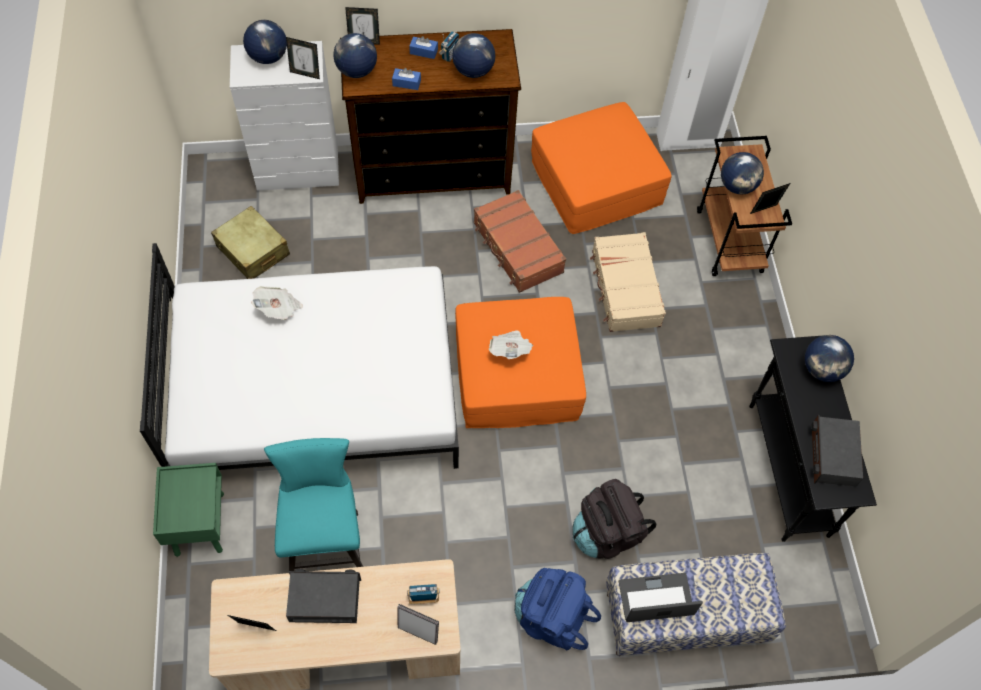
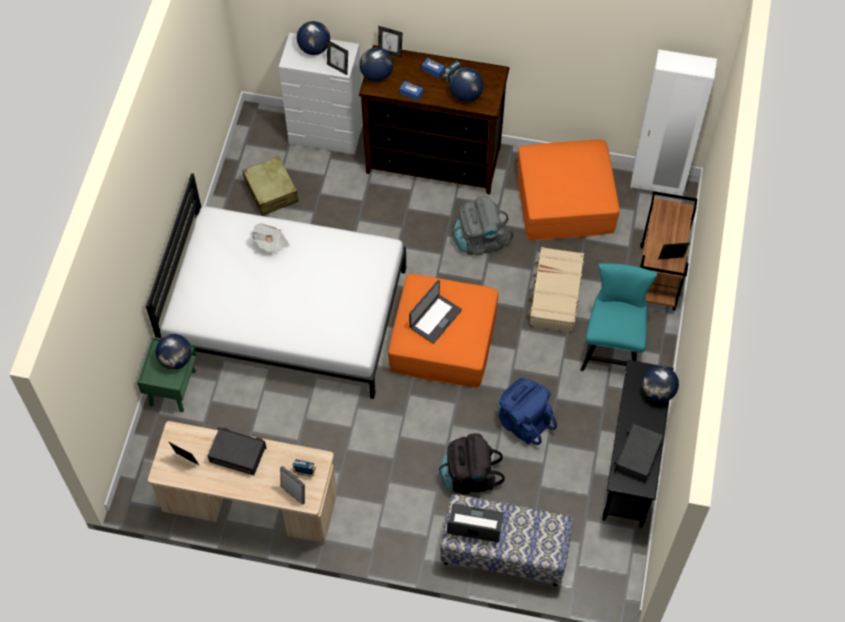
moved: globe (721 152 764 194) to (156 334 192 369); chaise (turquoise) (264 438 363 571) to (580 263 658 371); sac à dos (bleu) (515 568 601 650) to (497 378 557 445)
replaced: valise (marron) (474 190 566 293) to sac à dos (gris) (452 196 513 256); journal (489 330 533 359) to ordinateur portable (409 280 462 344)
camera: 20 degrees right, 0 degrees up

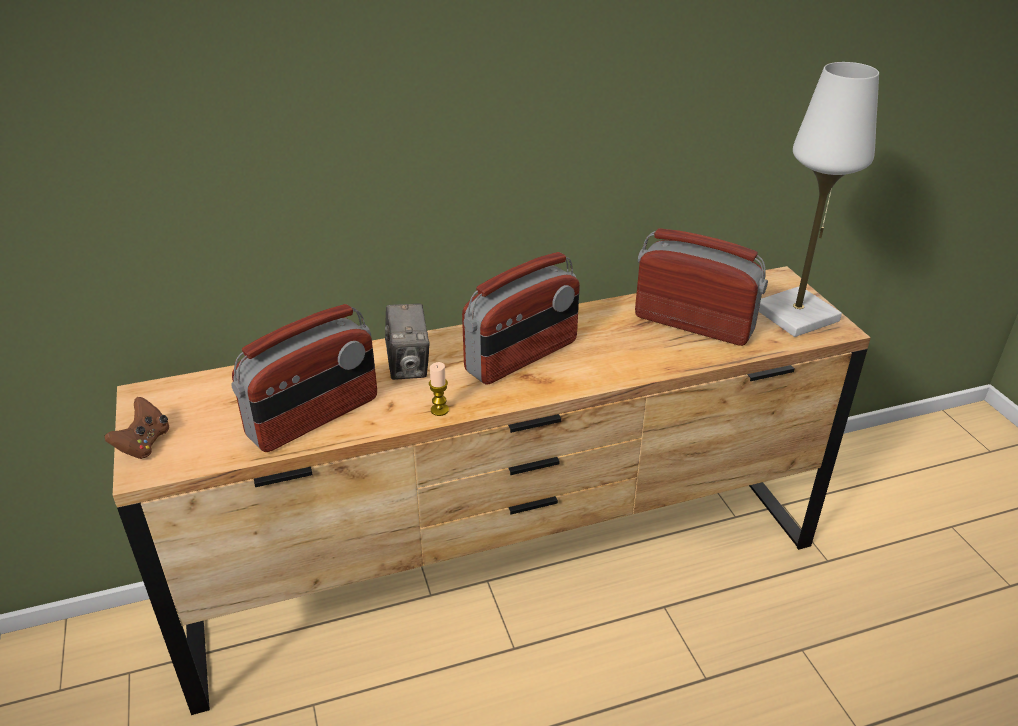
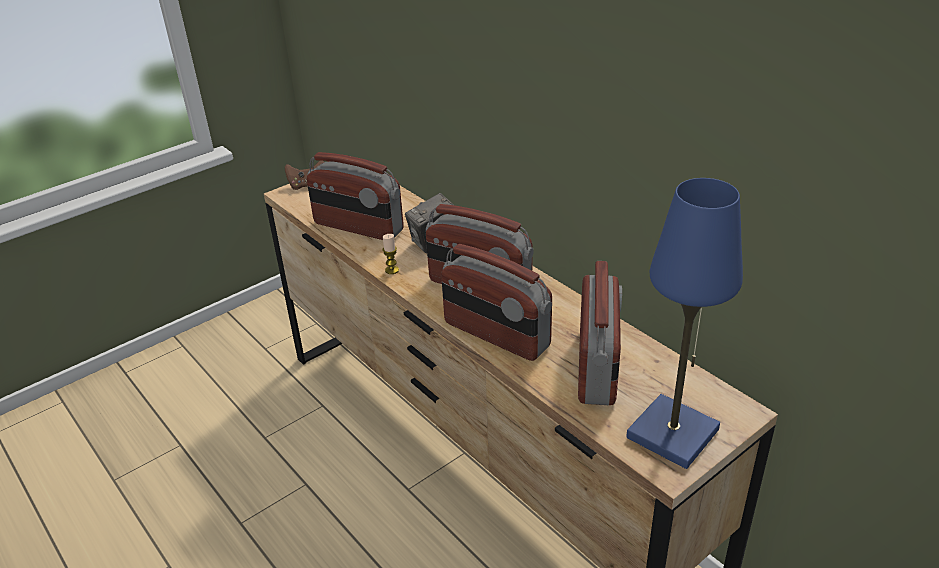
added: radio (441 244 552 361)
recoloured: lampe de table (blanc) (759 62 879 337) to lampe de table (bleu) (626 178 743 469)
camera: 70 degrees right, 0 degrees up

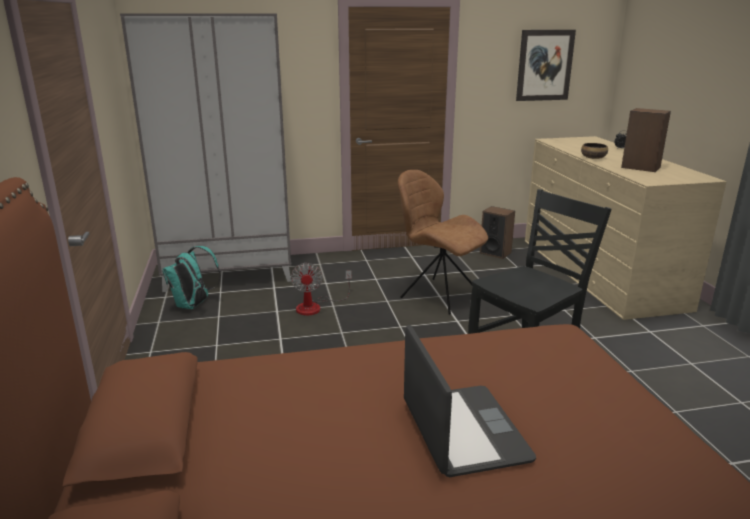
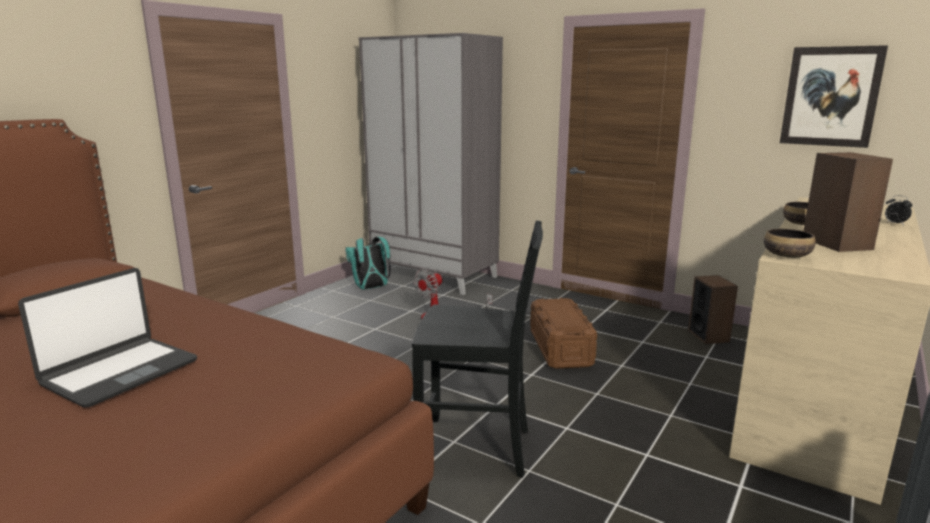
added: bol (764 229 816 258)
replaced: chaise (marron) (398 170 488 315) to boîte de rangement (marron) (530 298 597 369)
camera: 45 degrees right, 5 degrees down

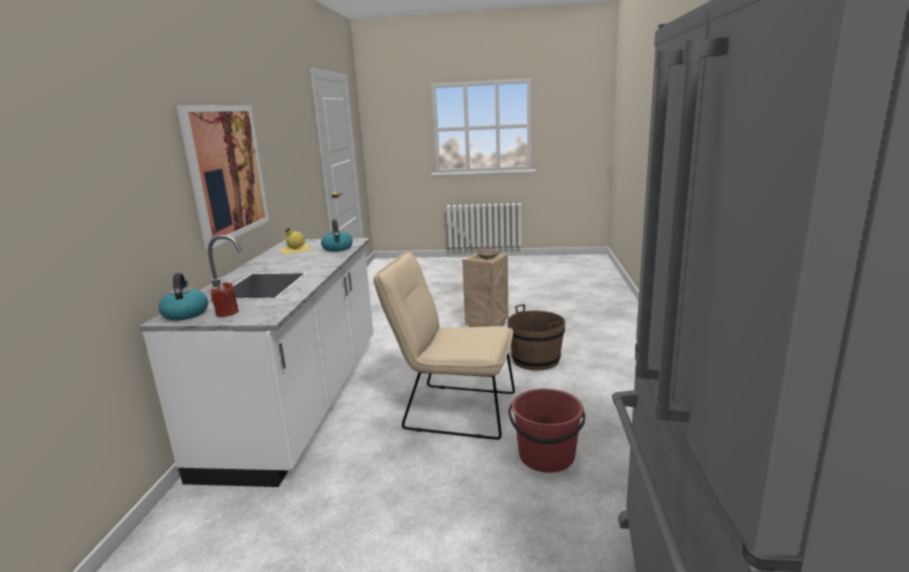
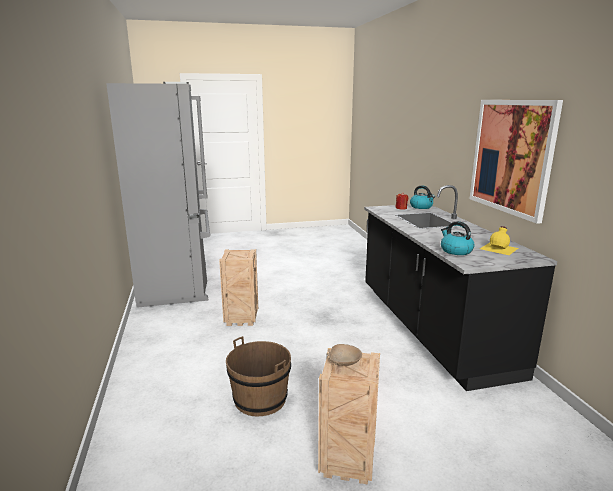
removed: chaise (beige) (373 251 515 440)
replaced: seau (rouge) (509 389 585 473) to caisse (219 249 258 326)
recoloured: comptoir de cuisine (blanc) (139 235 374 487) to comptoir de cuisine (noir) (364 185 557 391)
camera: 160 degrees right, 0 degrees up

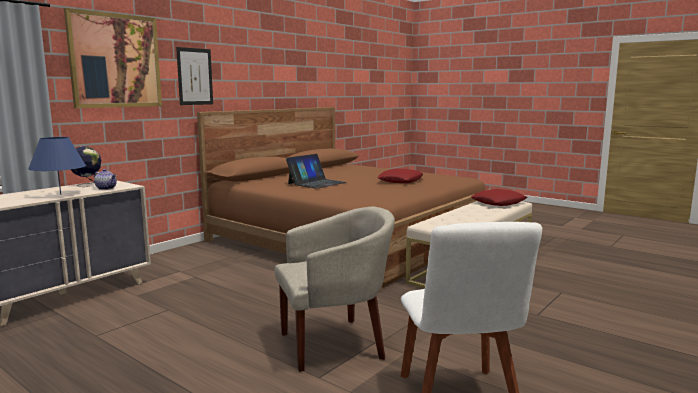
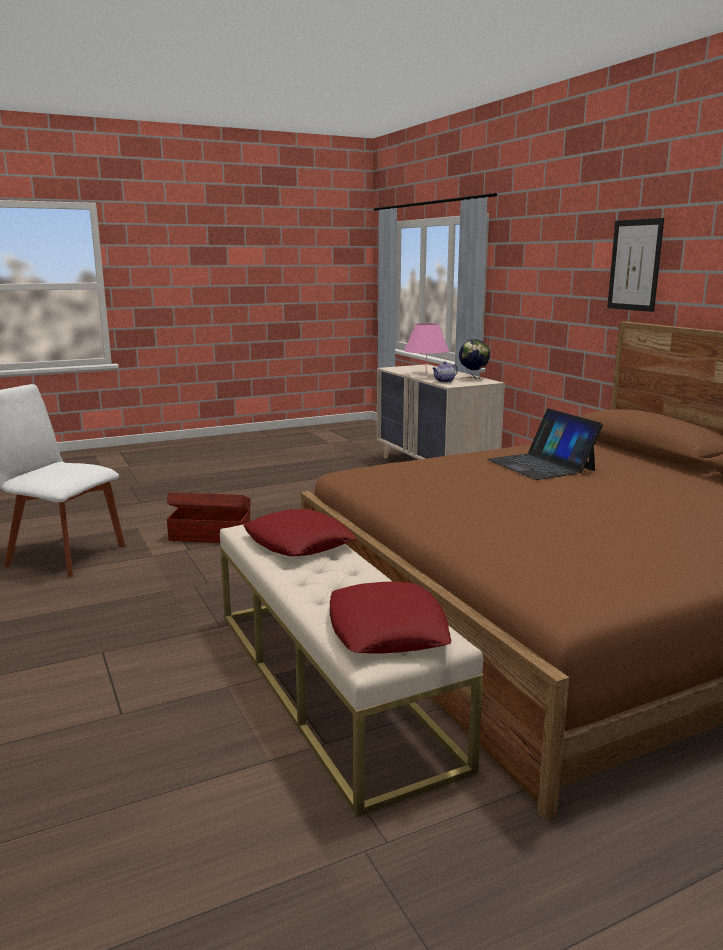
removed: tableau (64 8 162 108)
moved: coussin (rouge) (377 168 423 183) to (244 509 356 556)
replaced: fauteuil (beige) (274 207 395 372) to boîte de rangement (marron) (167 492 251 543)
recoloured: lampe de table (bleu) (28 137 86 195) to lampe de table (rose) (404 323 449 369)
camera: 115 degrees right, 5 degrees up

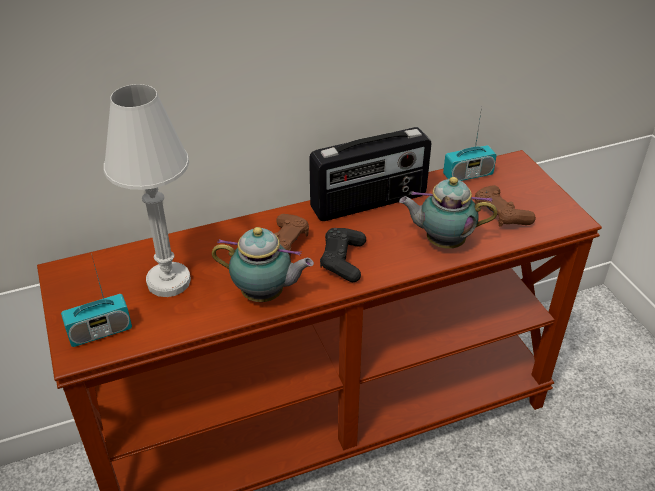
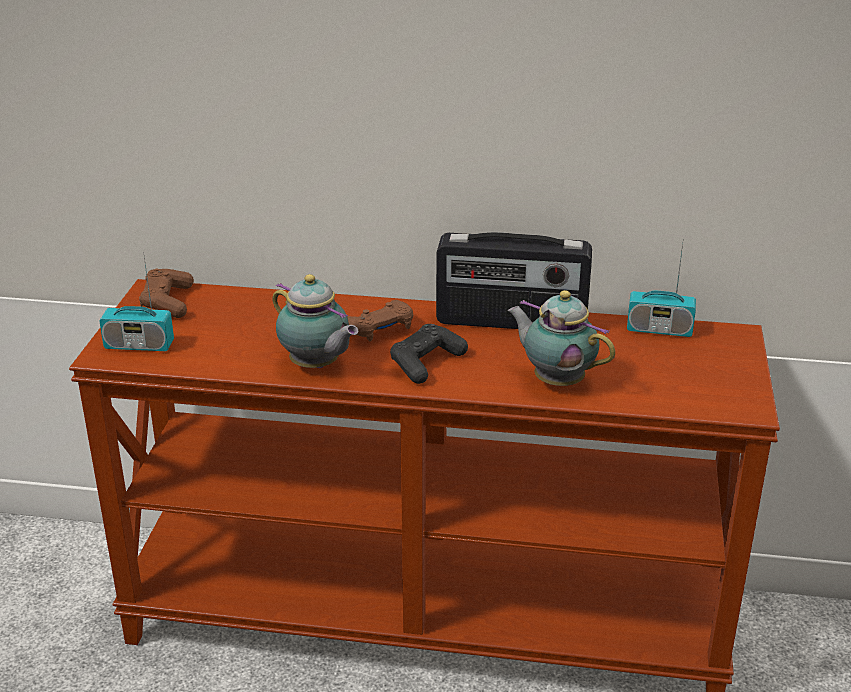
removed: lampe de table (blanc) (104 84 191 297)
moved: manette (marron) (474 185 536 227) to (139 269 194 318)
camera: 30 degrees right, 10 degrees down

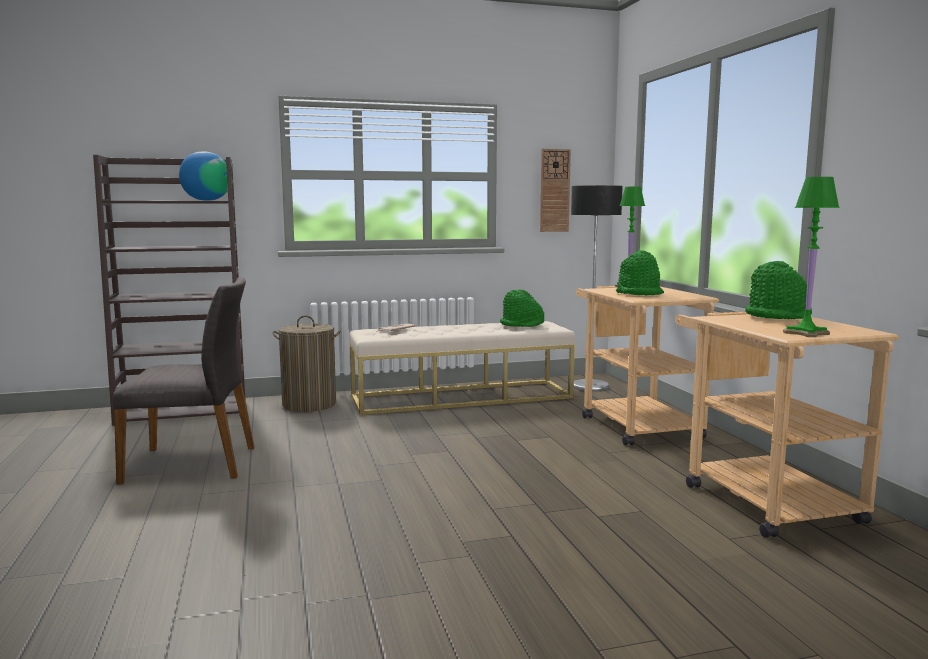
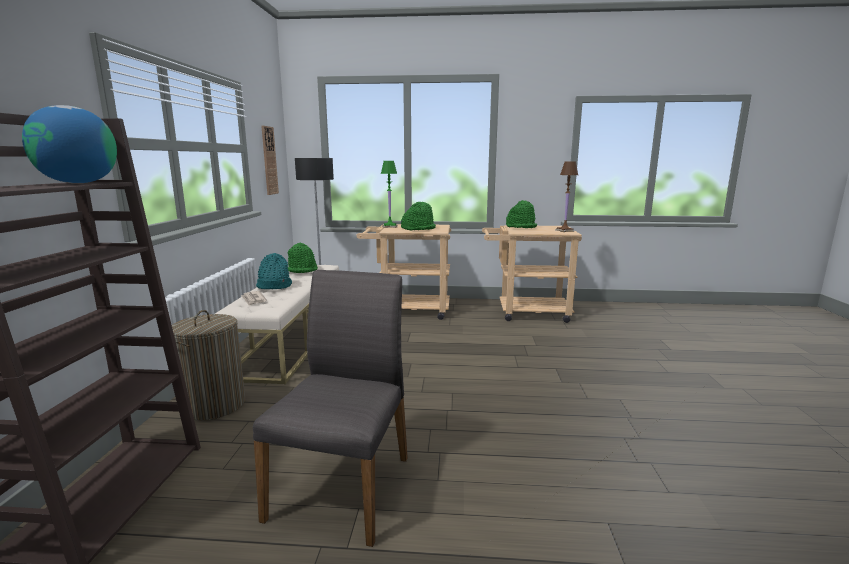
added: chapeau (turquoise) (256 253 292 289)
recoloured: lampe de table (vert) (783 177 839 337) to lampe de table (marron) (555 161 578 232)
camera: 70 degrees left, 5 degrees up

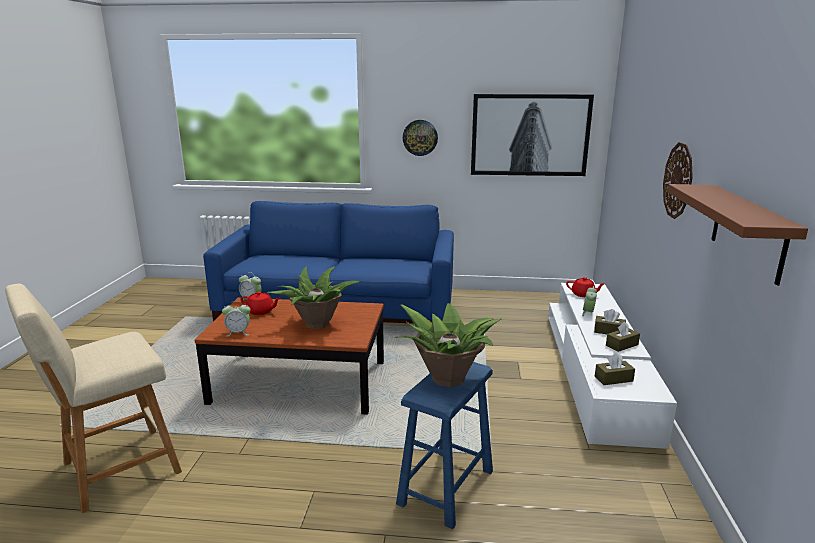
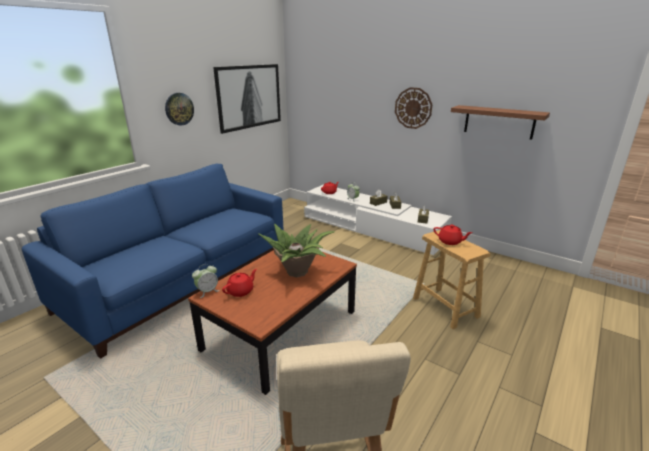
removed: réveil (222 301 250 336)
replaced: plante en pot (394 303 501 387) to théière (rouge) (434 225 472 245)
recoloured: tabouret (bleu) (396 362 493 529) to tabouret (marron) (413 230 490 329)
camera: 60 degrees left, 5 degrees up

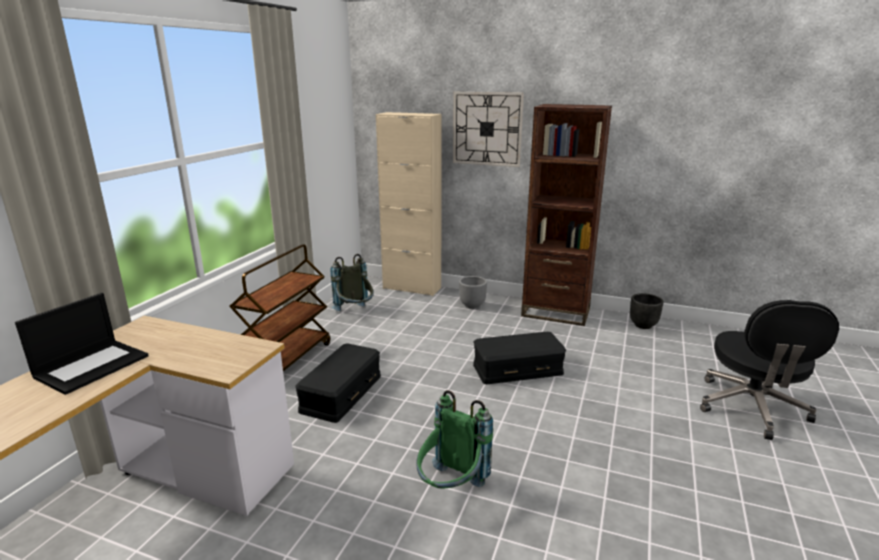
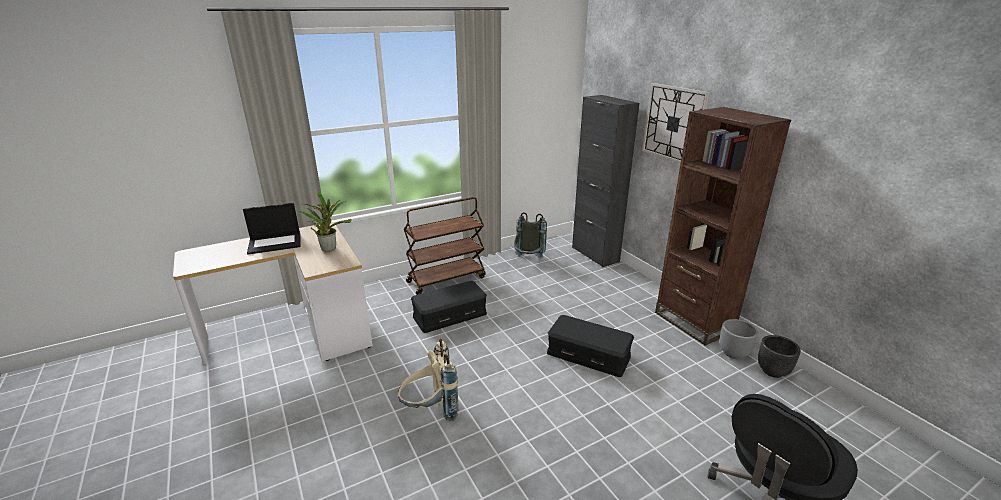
added: plante en pot (298 192 352 252)
moved: cache-pot (gris) (459 276 487 309) to (719 319 758 359)
recoloured: meuble de rangement (beige) (376 112 442 296) to meuble de rangement (noir) (572 95 639 267); sac à dos (vert) (416 390 493 488) to sac à dos (beige) (398 339 459 421)
camera: 40 degrees right, 5 degrees up

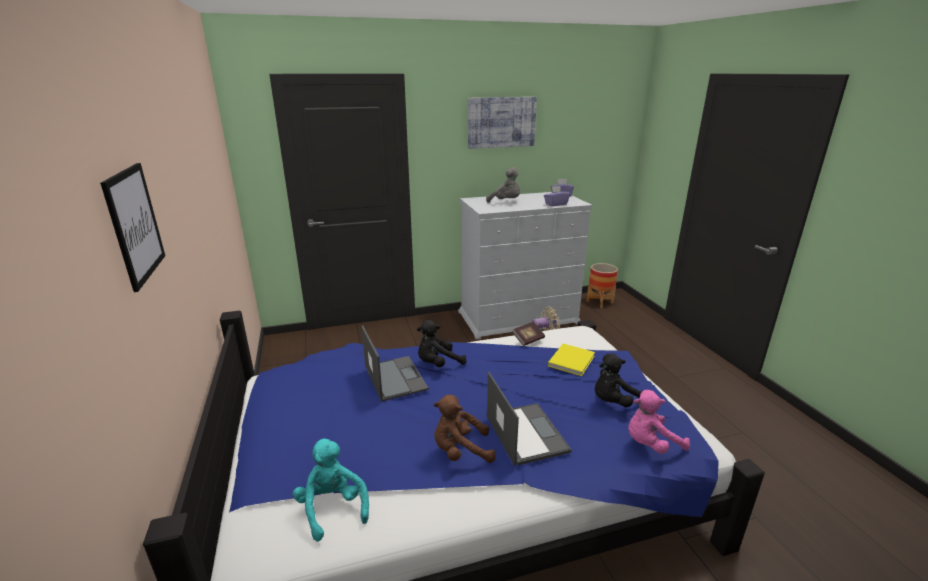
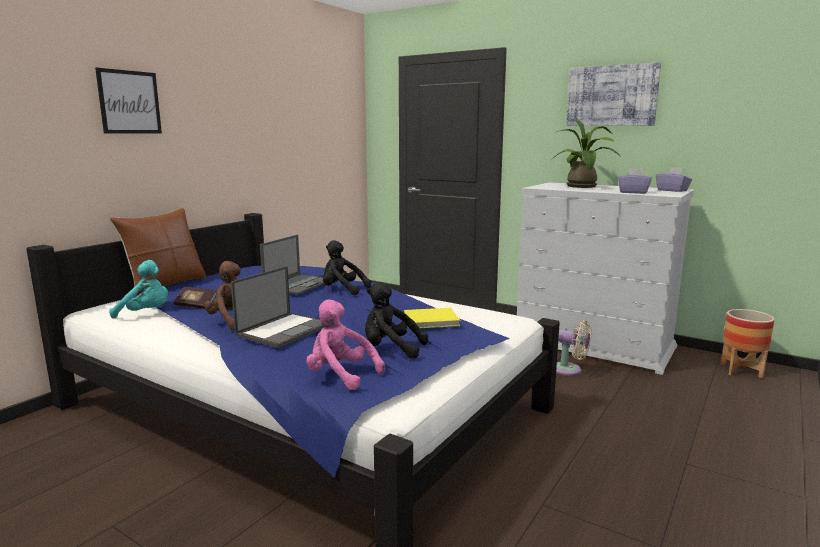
added: coussin (marron) (110 208 206 296)
moved: livre (512 322 545 346) to (174 287 217 309)
replaced: peluche (gris) (486 167 520 203) to plante en pot (551 118 621 188)
turned: peluche (turquoise) (293 438 369 541) = (109 260 168 319) 75 degrees clockwise
camera: 50 degrees right, 10 degrees down

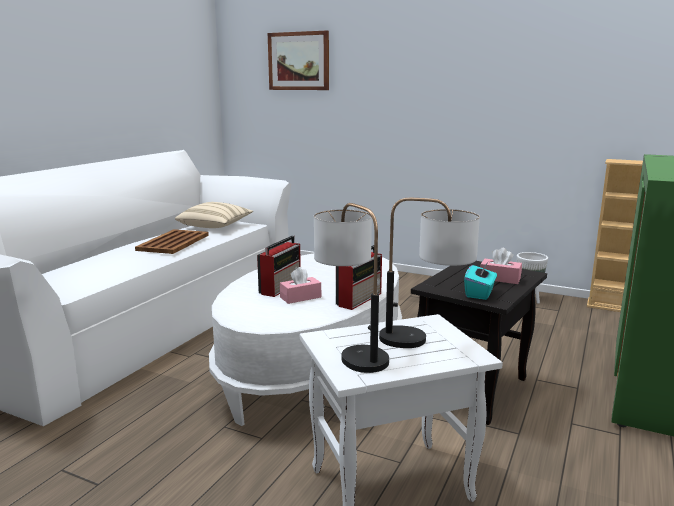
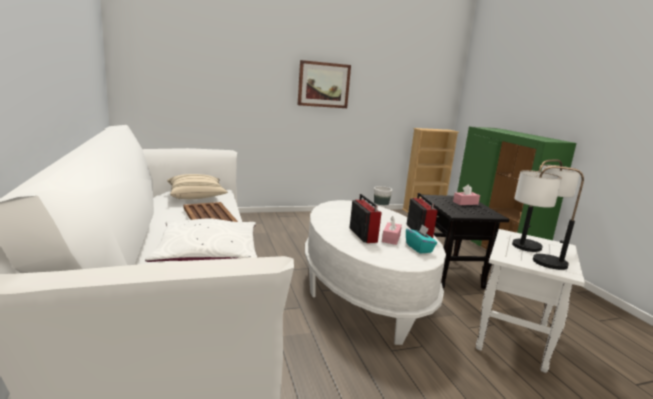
added: coussin (blanc) (145 219 257 262)
moved: tableau (268 31 329 90) to (298 60 351 108); boîte à mouchoirs (turquoise) (464 261 497 300) to (406 224 437 254)
camera: 45 degrees left, 0 degrees up

